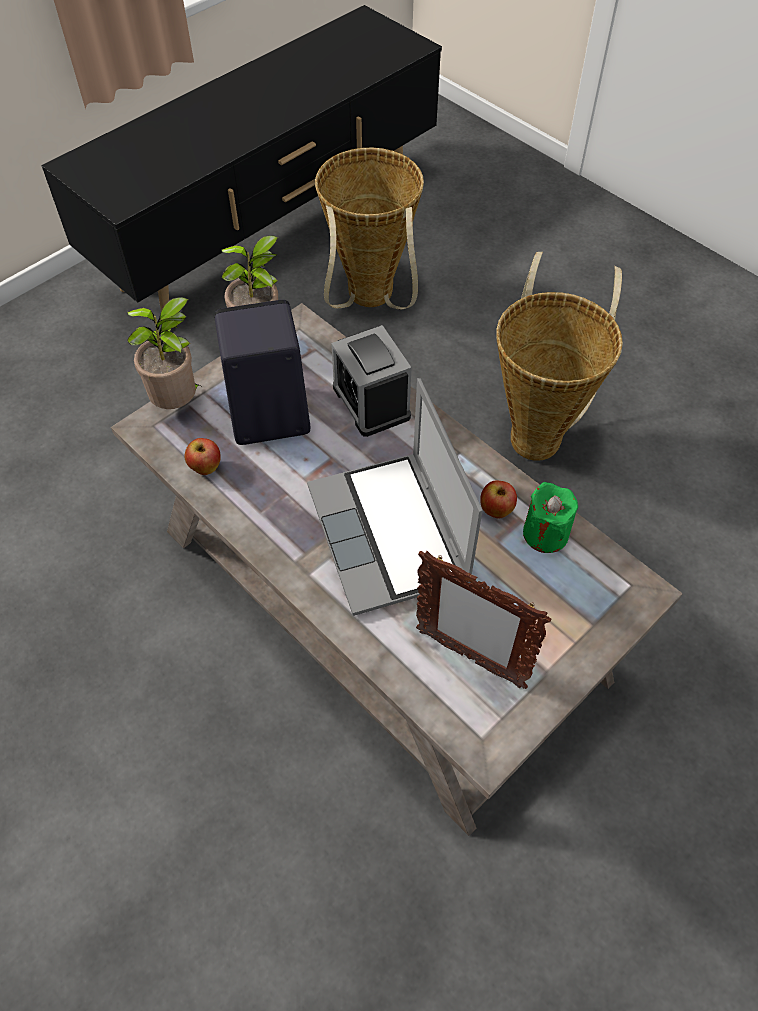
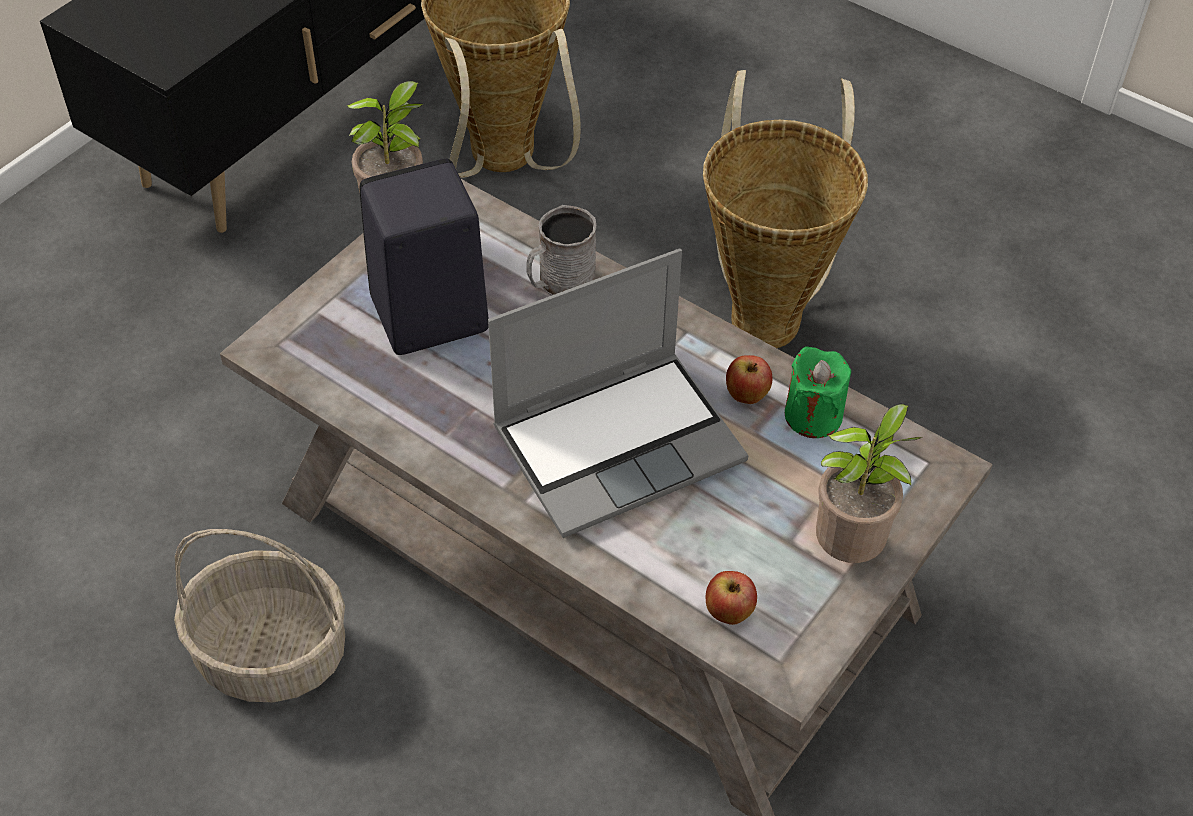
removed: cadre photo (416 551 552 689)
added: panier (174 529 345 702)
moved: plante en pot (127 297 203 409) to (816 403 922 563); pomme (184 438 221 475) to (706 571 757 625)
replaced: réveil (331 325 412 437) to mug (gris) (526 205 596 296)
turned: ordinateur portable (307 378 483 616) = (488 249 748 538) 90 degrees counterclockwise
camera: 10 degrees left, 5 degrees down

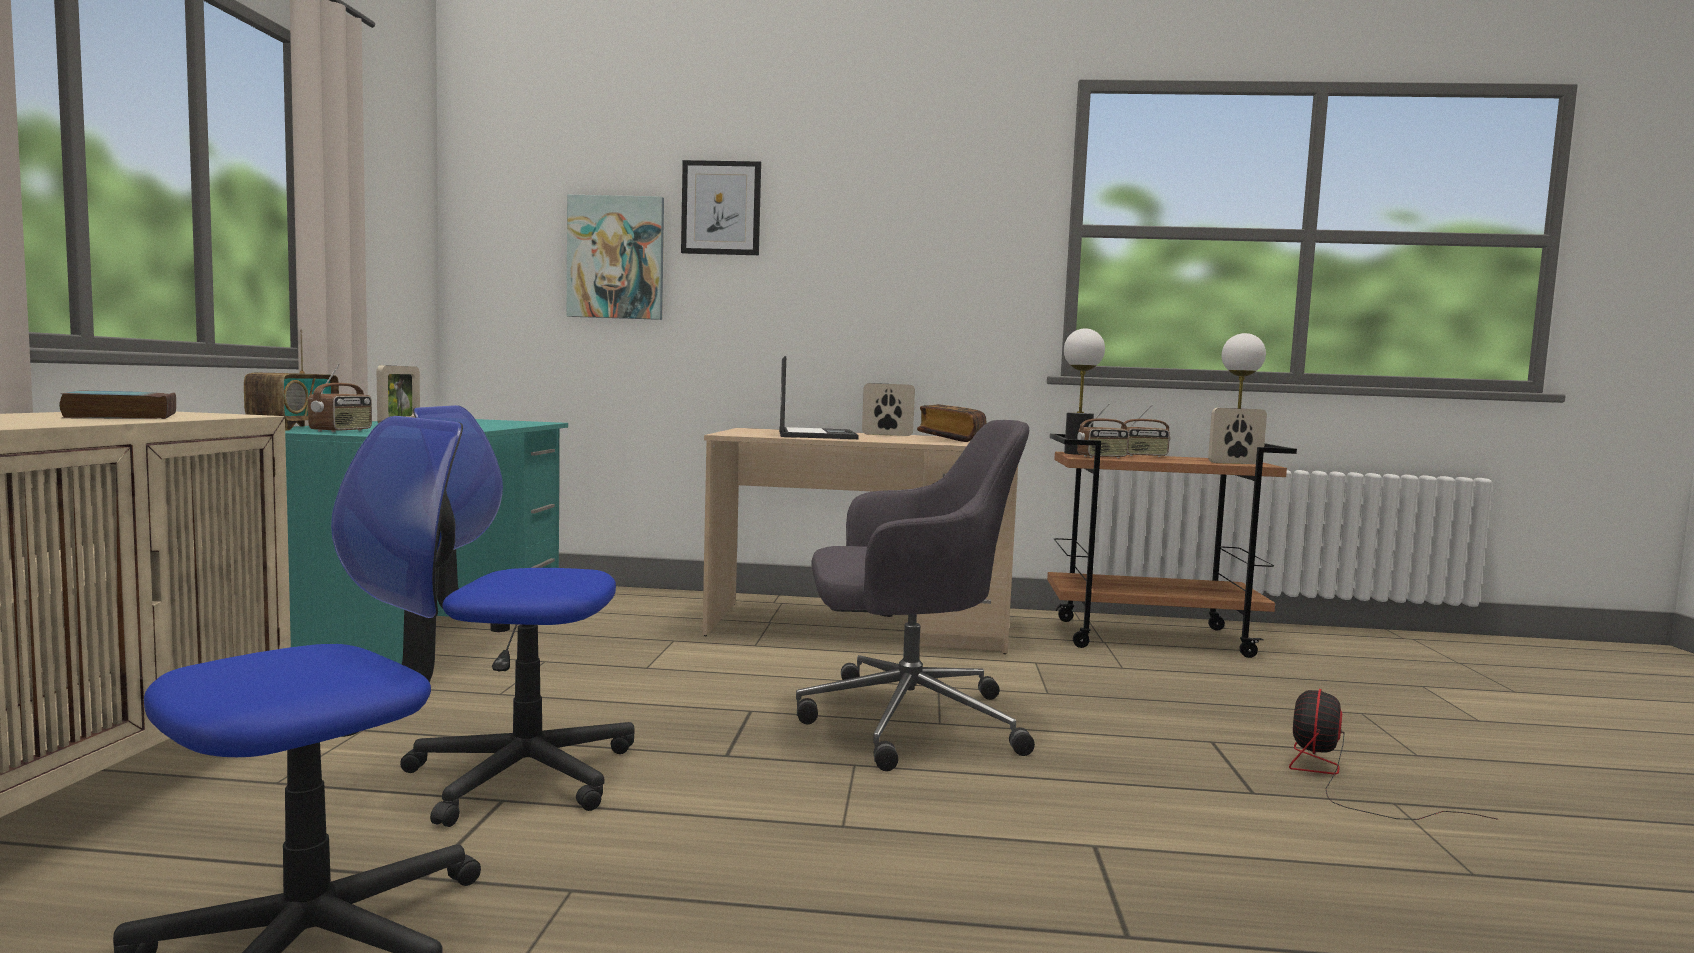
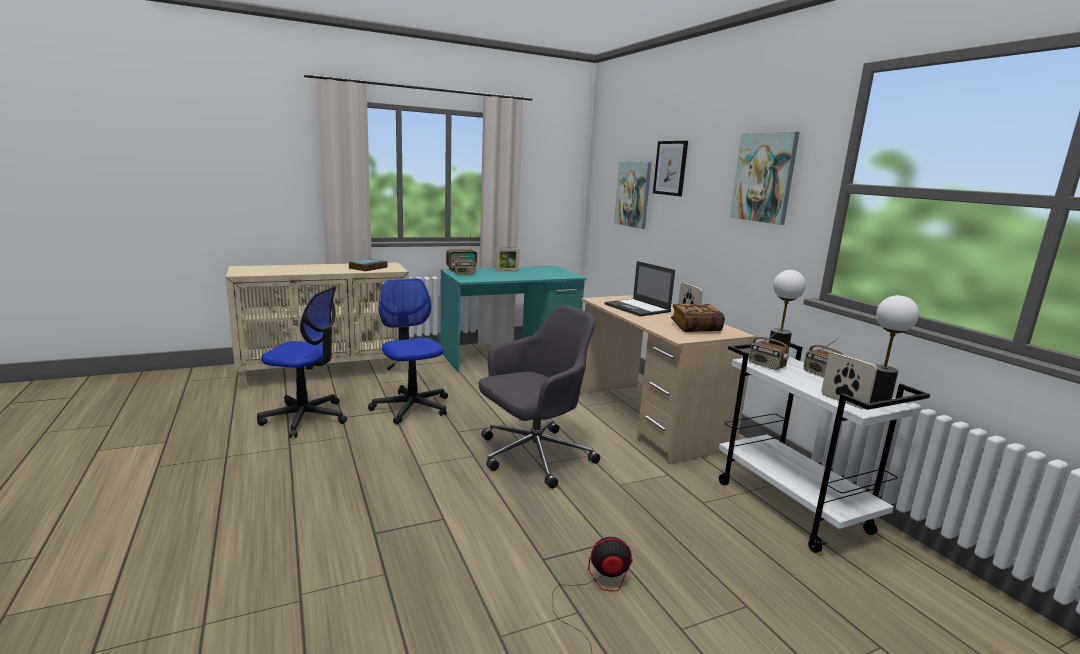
added: tableau (730 131 800 225)
recoloured: chariot (marron) (1047 434 1297 658) to chariot (blanc) (719 342 930 553)
turned: ordinateur portable (779 356 859 439) = (604 261 675 317) 90 degrees clockwise; chaise de bureau (gris) (796 420 1035 771) = (479 305 600 489) 90 degrees counterclockwise
camera: 60 degrees right, 10 degrees up

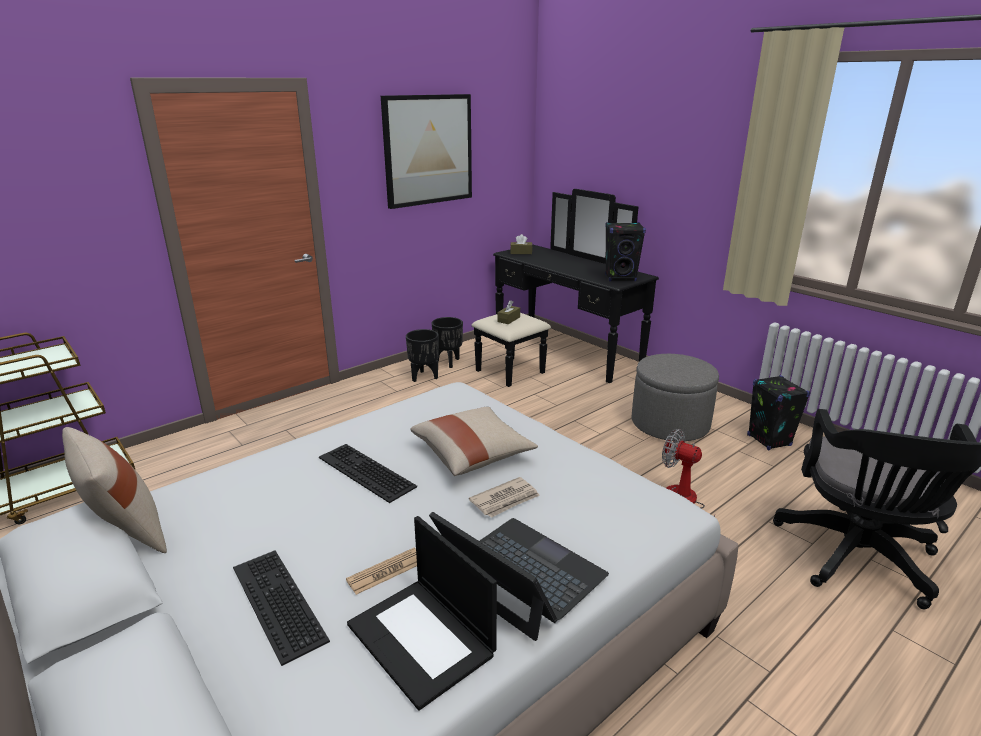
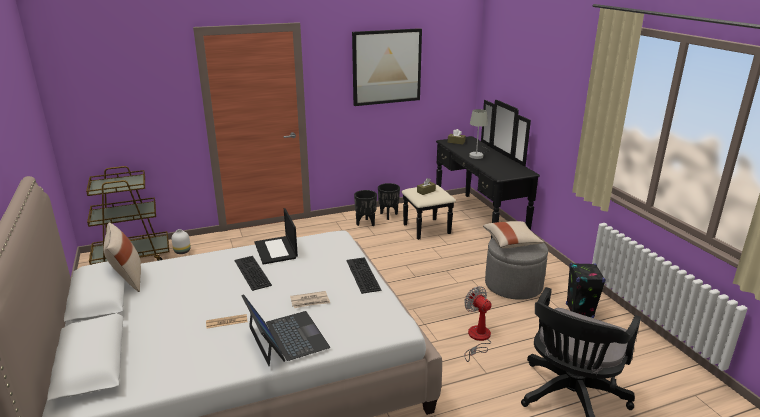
removed: enceinte (noir) (605 222 646 281)
added: lampe de table (gris) (469 109 490 159); vase (blanc) (171 229 191 254)
moved: coussin (beige) (410 407 538 476) to (483 221 544 248); ordinateur portable (347 516 497 711) to (254 208 298 265); clavier (233 550 330 666) to (346 257 381 294)
camera: 20 degrees right, 0 degrees up

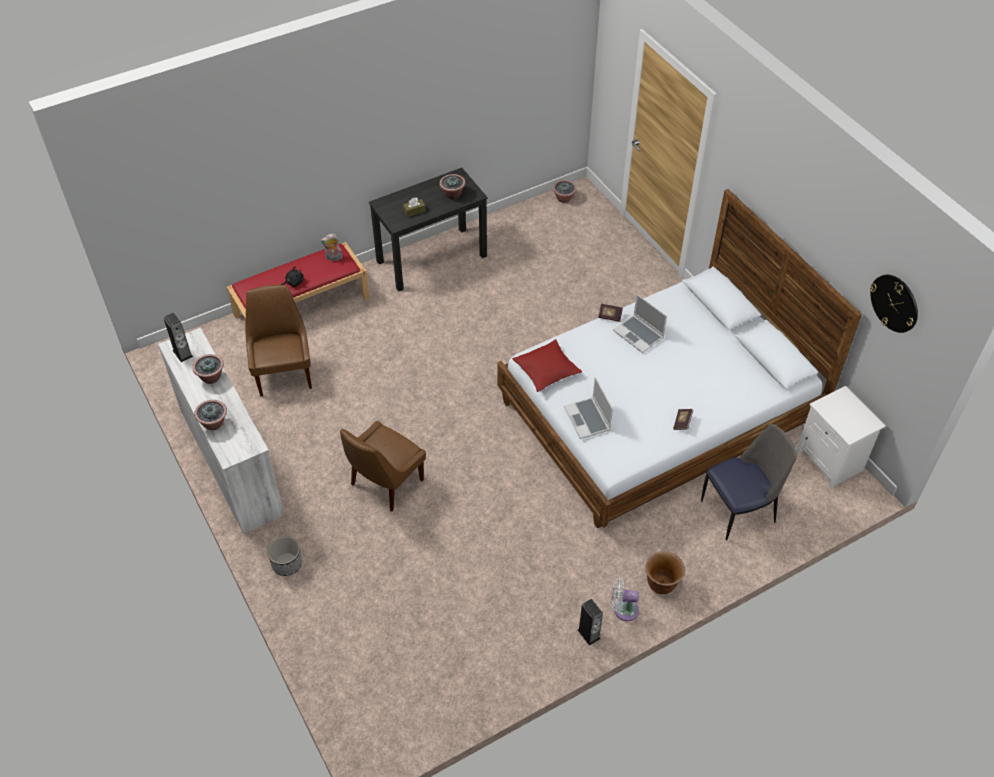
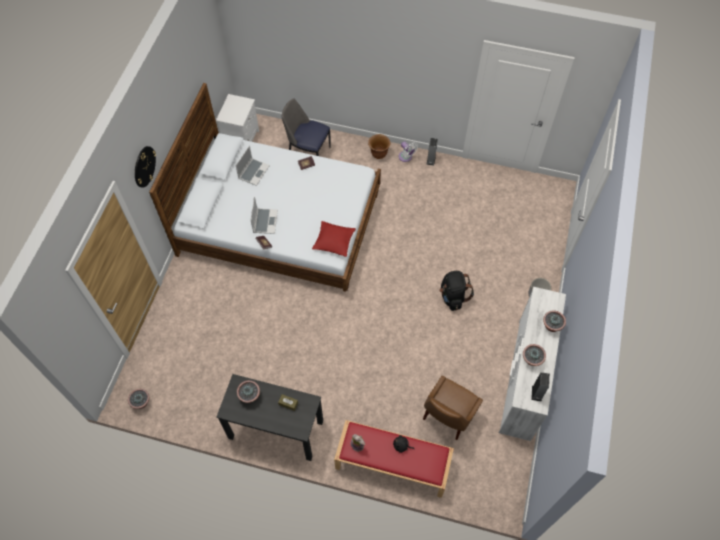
moved: horloge murale (870 275 918 333) to (135 146 156 188); ordinateur portable (564 377 613 439) to (236 146 270 186)
replaced: chaise (marron) (340 421 426 512) to sac à dos (noir) (439 271 474 311)
camera: 135 degrees left, 10 degrees up

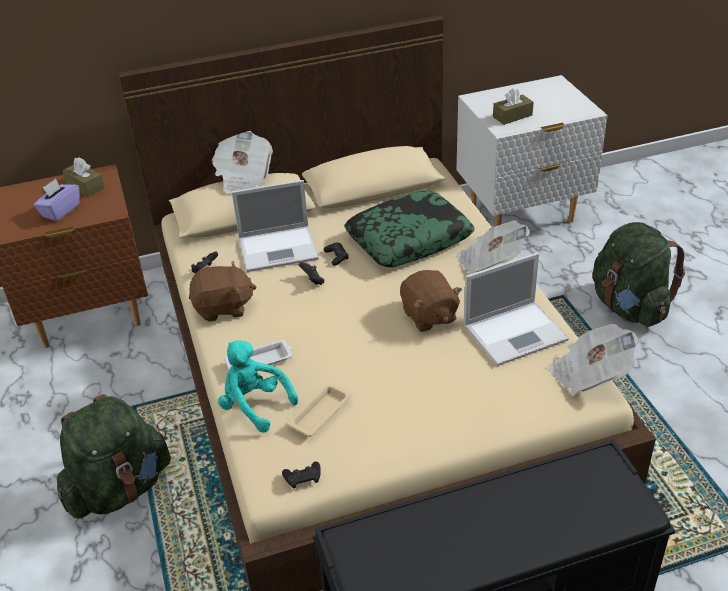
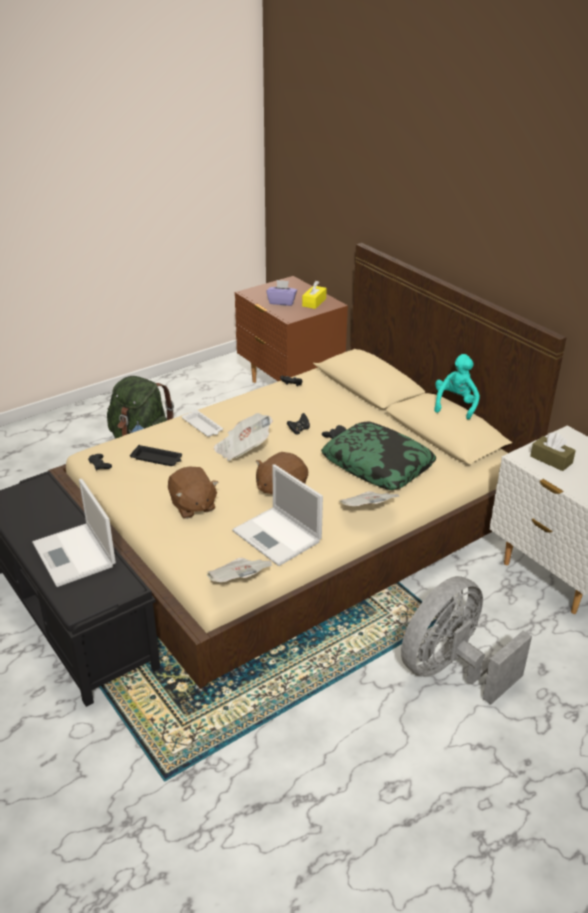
moved: journal (212 131 273 194) to (214 413 273 461); ordinateur portable (232 180 319 272) to (32 479 116 587); peluche (marron) (189 261 256 322) to (168 466 219 519); peluche (turquoise) (218 340 298 432) to (434 354 480 420)
replaced: sac à dos (vert) (592 222 685 327) to ventilateur (gris) (401 576 532 704)
recoloured: boîte à mouchoirs (marron) (62 157 105 197) to boîte à mouchoirs (jaune) (302 281 327 309); plateau (beige) (287 383 351 437) to plateau (noir) (130 445 182 466)
camera: 70 degrees right, 5 degrees down

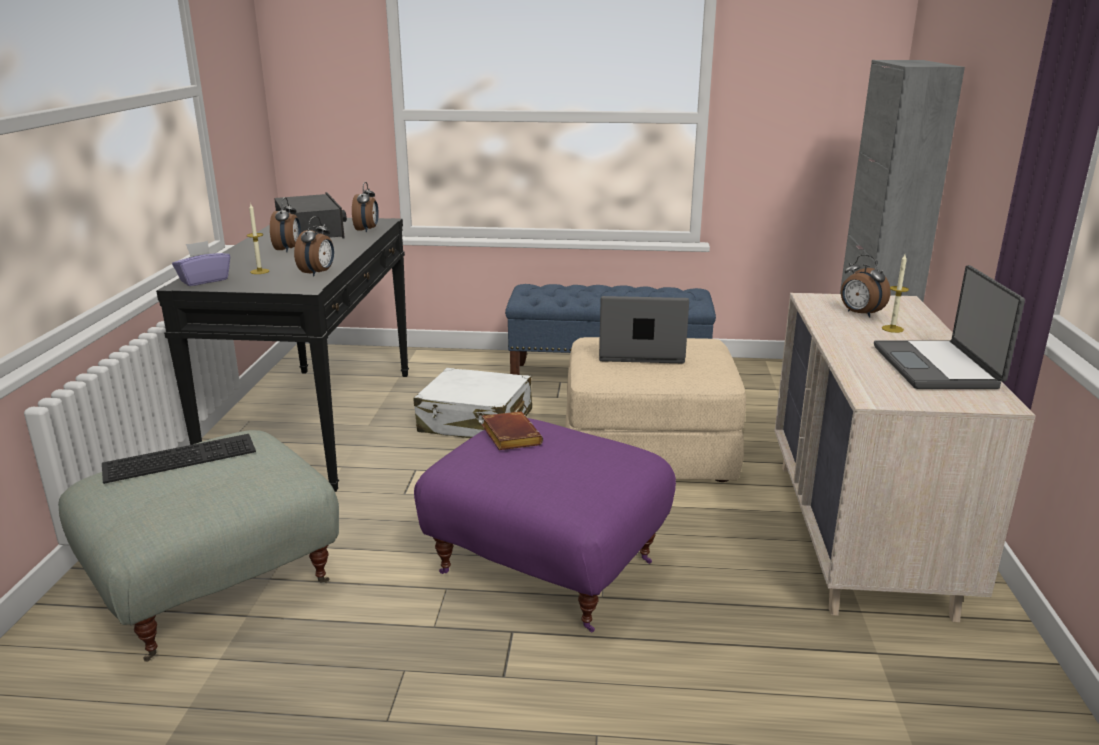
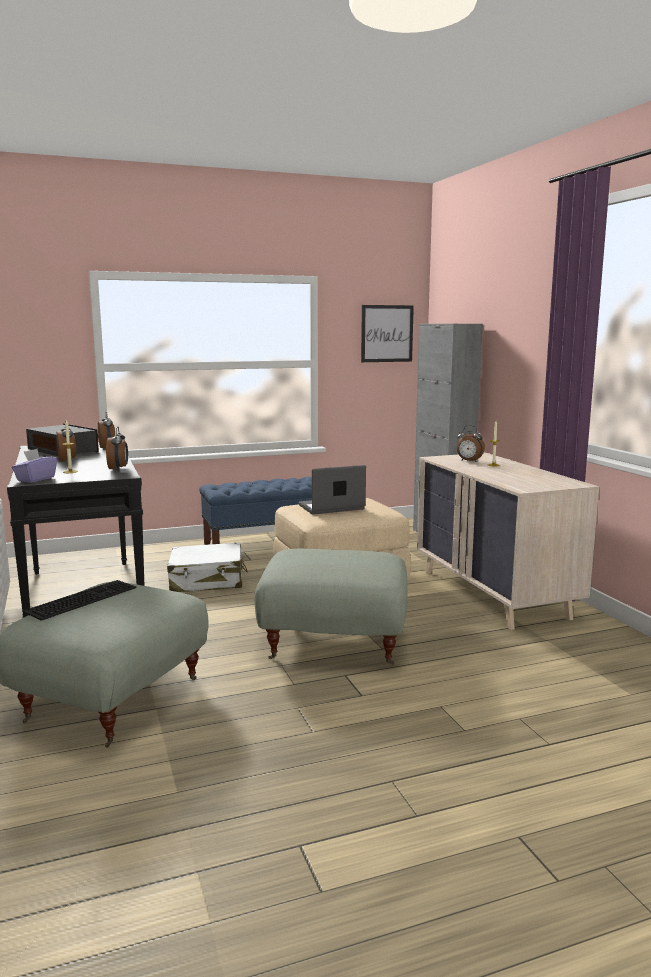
removed: ordinateur portable (874 265 1025 389); livre (marron) (482 412 543 450)
added: tableau (361 305 414 362)
recoloured: pouf (violet) (414 418 676 632) to pouf (gris) (254 549 407 665)
camera: 25 degrees left, 10 degrees down

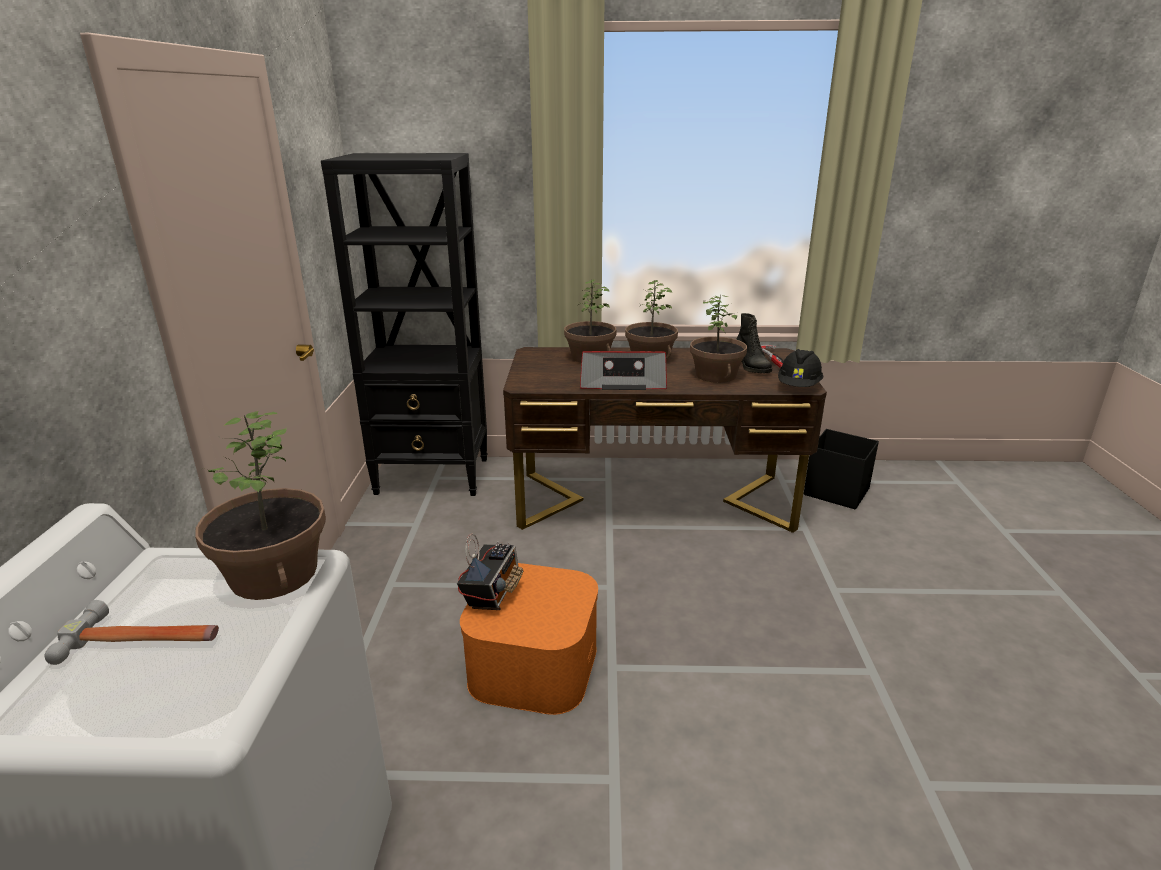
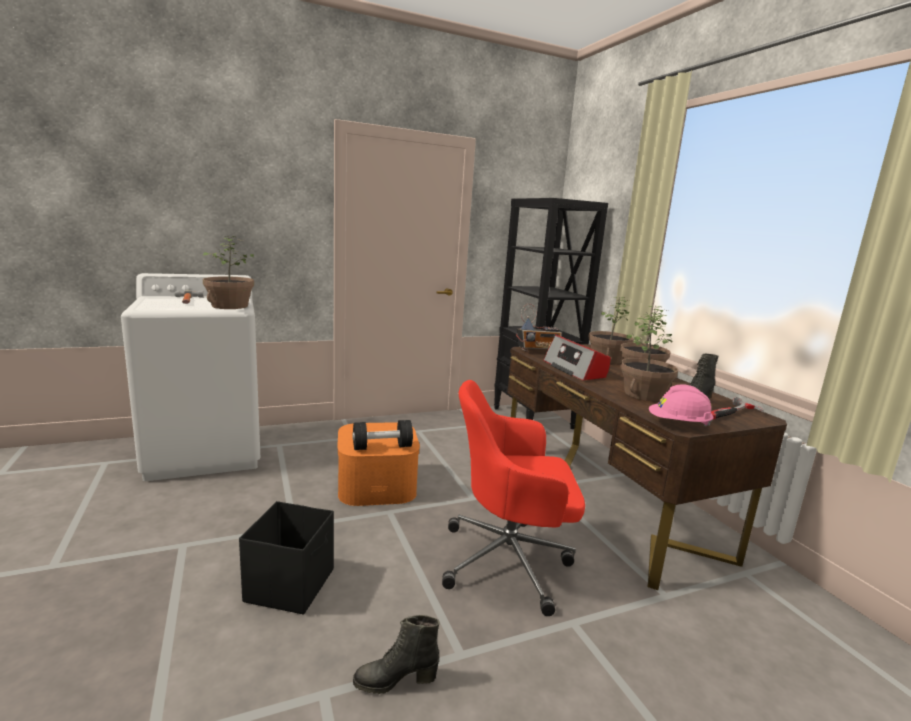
added: chaise de bureau (rouge) (442 380 585 616); haltère (noir) (352 420 413 450); botte (noir) (353 615 439 694)
moved: boîte de rangement (noir) (804 429 879 509) to (239 501 334 615); radio (457 534 523 610) to (516 304 562 352)
recoloured: casque de chantier (noir) (778 349 823 387) to casque de chantier (rose) (649 384 714 427)
camera: 65 degrees right, 10 degrees down

